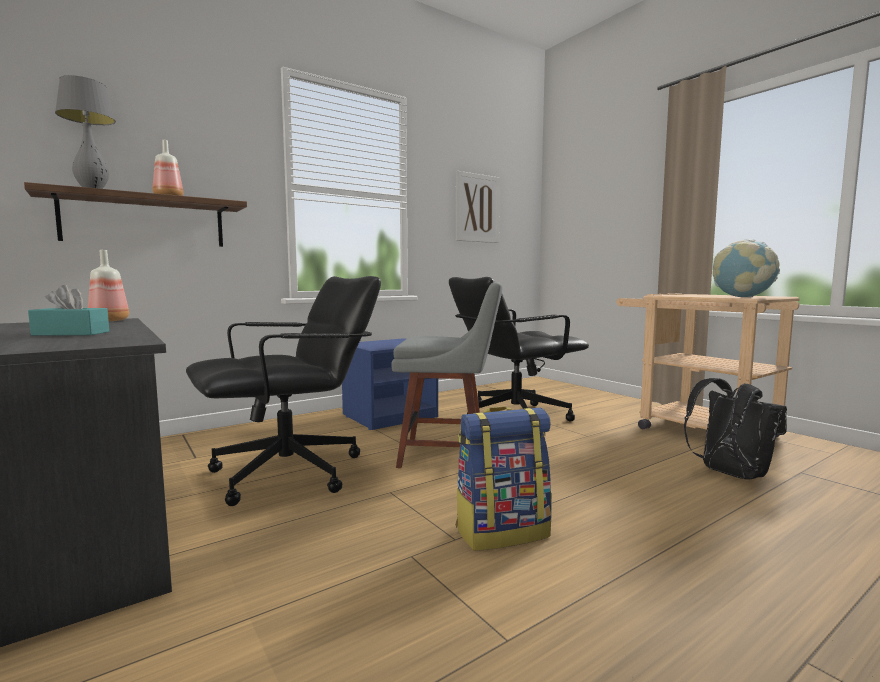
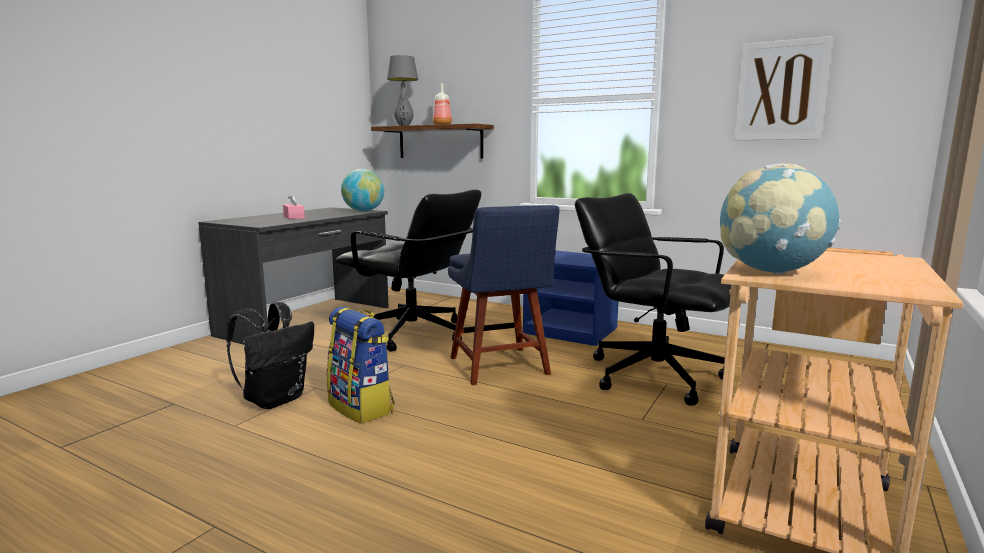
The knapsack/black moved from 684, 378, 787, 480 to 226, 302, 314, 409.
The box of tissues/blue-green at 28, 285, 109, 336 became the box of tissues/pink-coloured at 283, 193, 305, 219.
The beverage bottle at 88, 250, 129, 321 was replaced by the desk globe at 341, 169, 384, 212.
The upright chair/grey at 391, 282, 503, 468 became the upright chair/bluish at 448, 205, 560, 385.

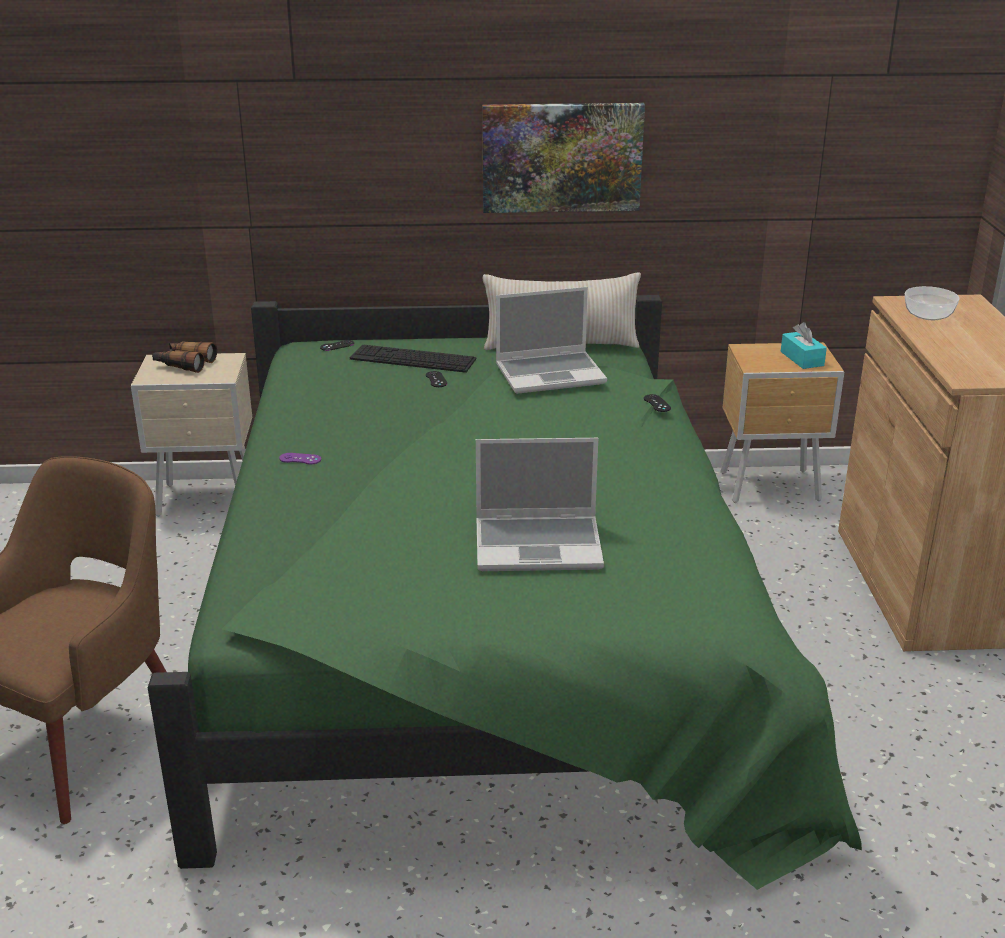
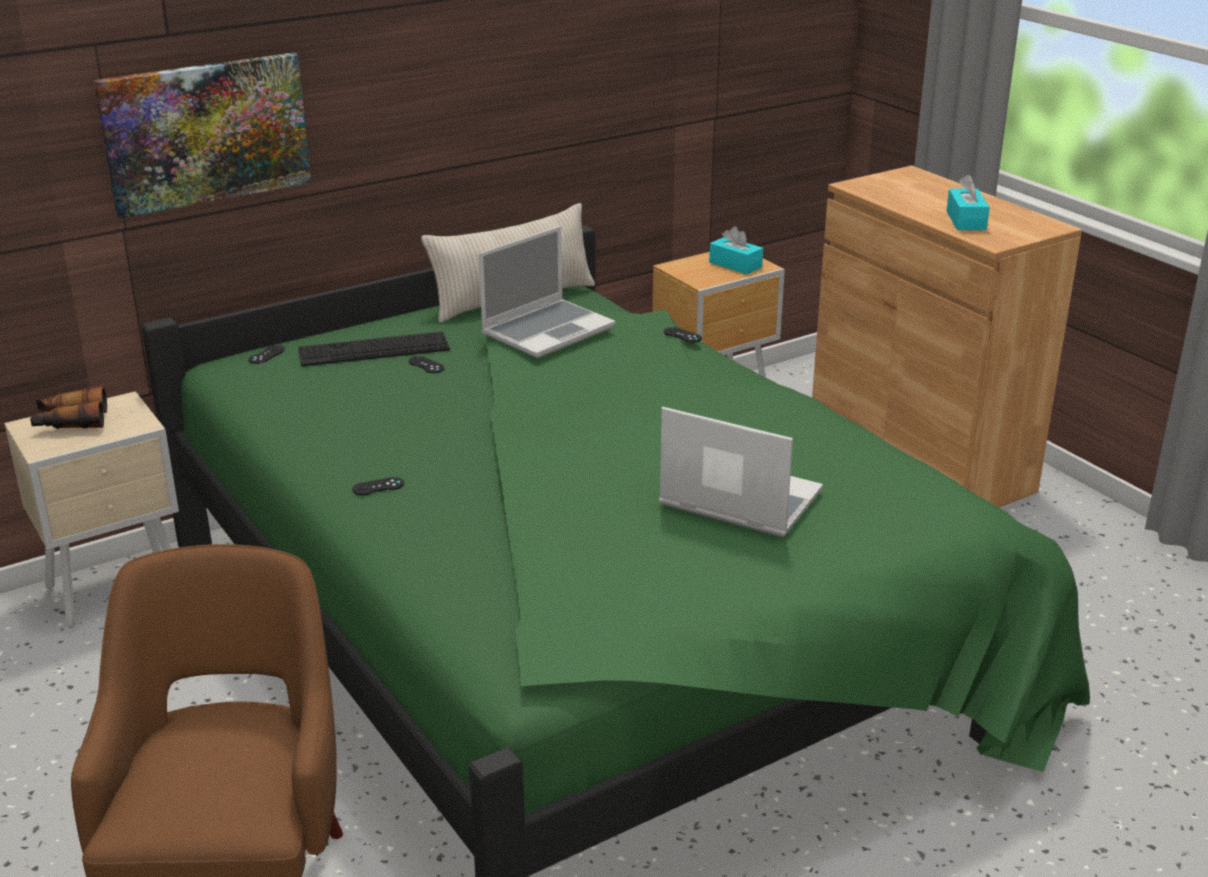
The picture moved from 482, 103, 645, 213 to 94, 52, 311, 218.
The joypad/purple-coloured at 279, 453, 321, 464 became the joypad/black at 352, 477, 404, 495.
The portable computer at 476, 438, 604, 571 turned 120 degrees counterclockwise.
The box of tissues/blue-green at 946, 174, 990, 230 appeared.
The serving bowl at 905, 286, 960, 320 disappeared.

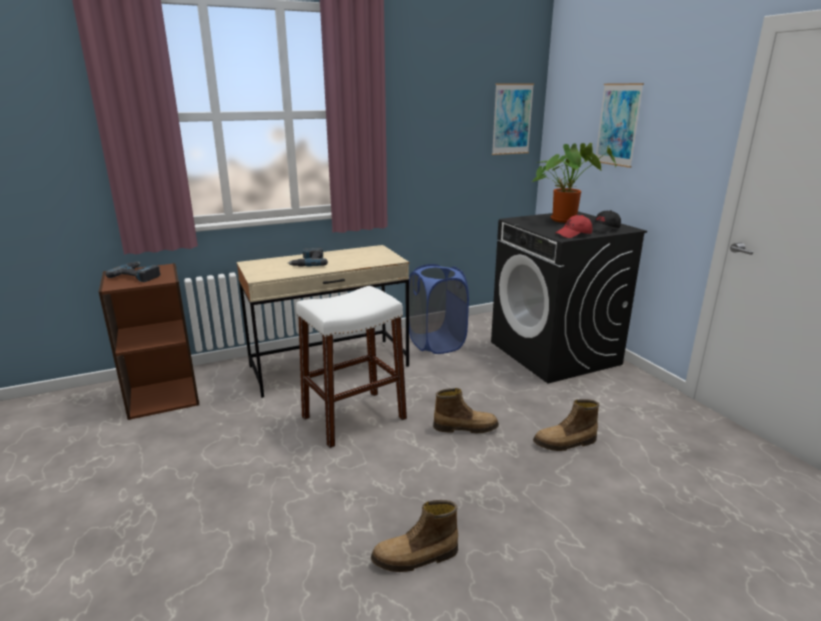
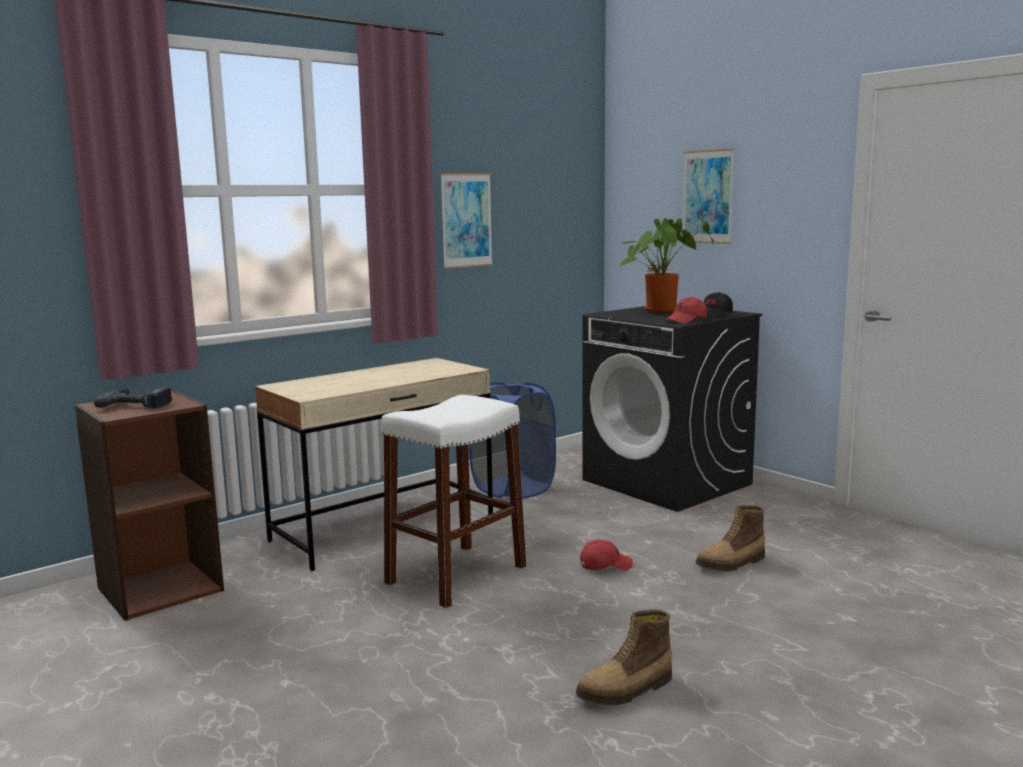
The picture moved from 492, 83, 534, 155 to 440, 173, 493, 269.
The boot at 433, 388, 499, 433 was replaced by the peaked cap/red-coloured at 580, 539, 633, 570.
The electric drill at 288, 248, 328, 267 disappeared.

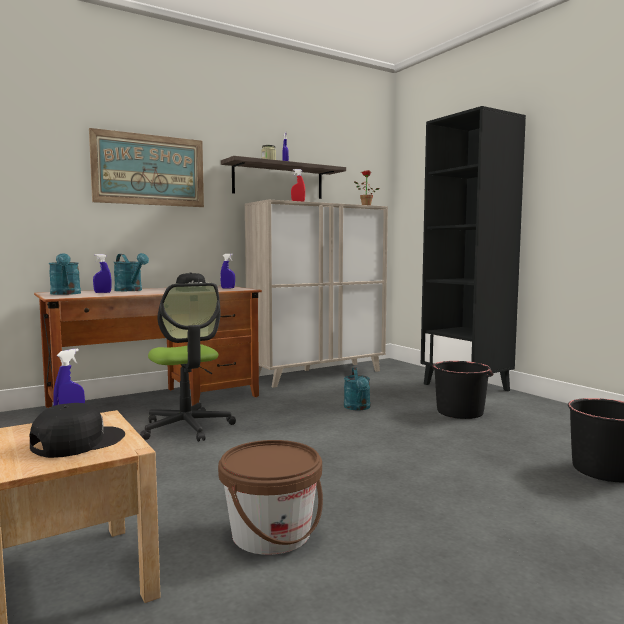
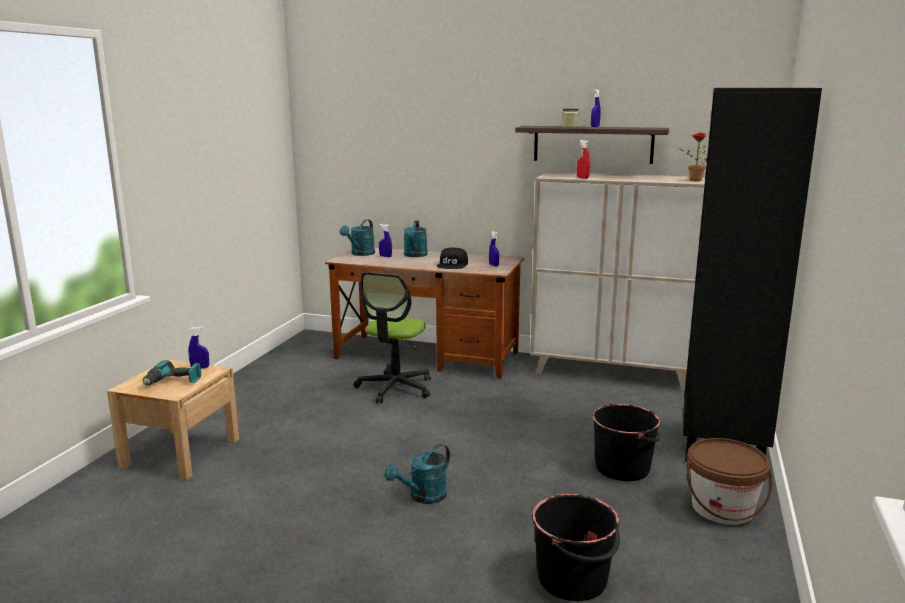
The peaked cap/black at 30, 403, 125, 458 was replaced by the electric drill at 143, 360, 201, 386.
The watering can/blue-green moved from 344, 367, 370, 411 to 385, 444, 450, 504.
The water bucket/brown moved from 218, 440, 323, 555 to 687, 438, 773, 525.
The picture at 89, 128, 204, 207 disappeared.

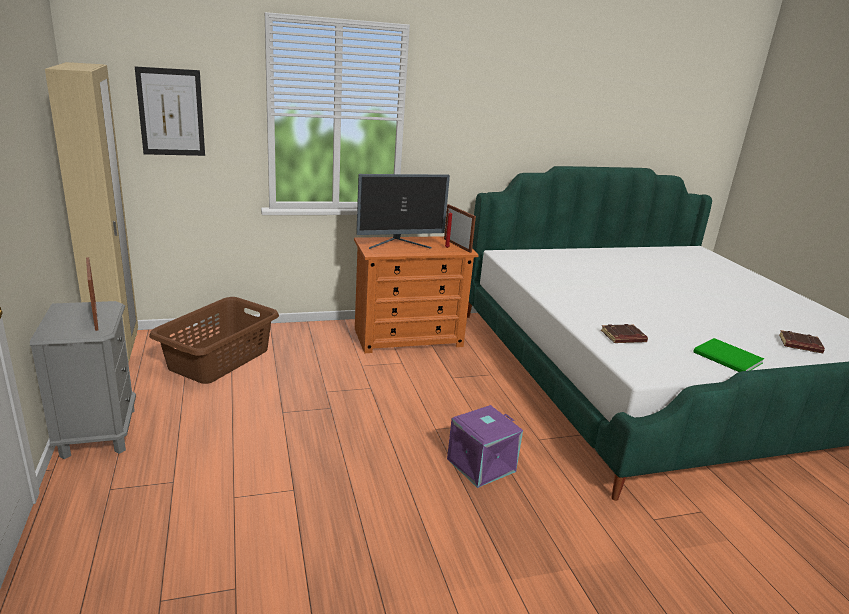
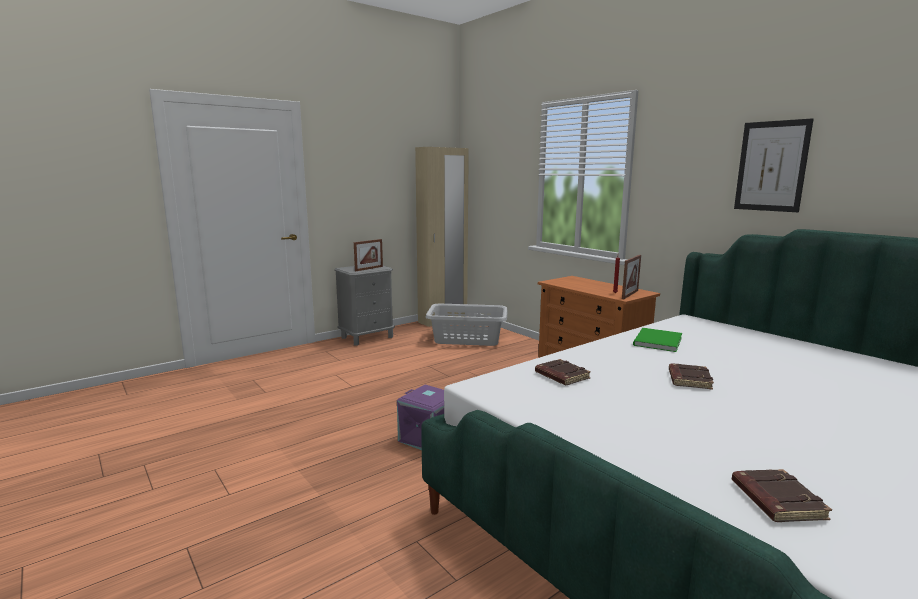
The hamper/brown at 149, 297, 279, 384 became the hamper/grey at 426, 304, 508, 346.
The bound book/greenish moved from 693, 338, 765, 372 to 633, 328, 682, 352.
The bound book/brown at 669, 363, 714, 390 appeared.
The picture moved from 135, 66, 205, 156 to 734, 118, 813, 212.
The computer screen at 356, 174, 450, 249 disappeared.

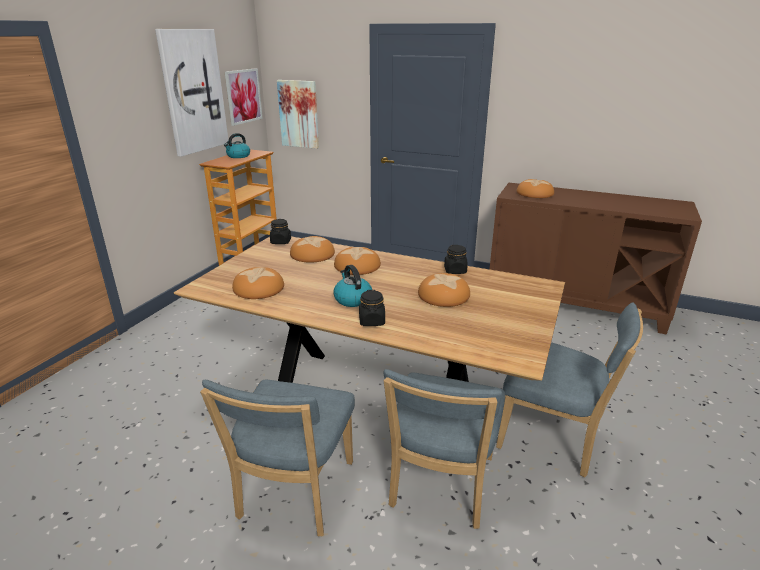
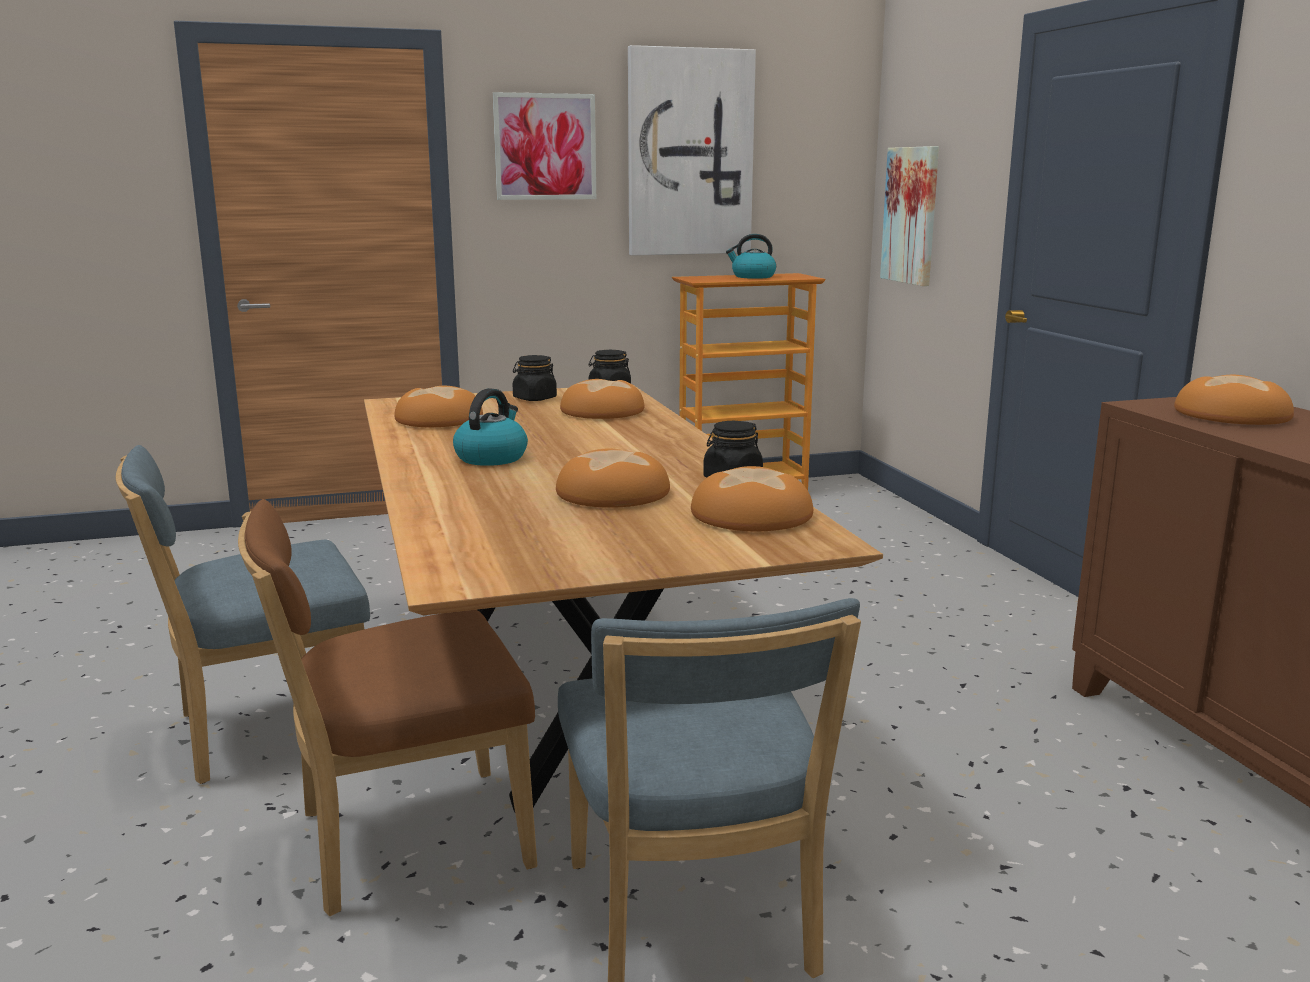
The upright chair/bluish at 383, 369, 505, 529 became the upright chair/brown at 238, 499, 537, 916.
The picture moved from 225, 68, 263, 126 to 492, 92, 596, 200.
The jar/black moved from 359, 290, 385, 326 to 513, 355, 557, 401.
The bread moved from 334, 247, 381, 275 to 691, 466, 813, 531.

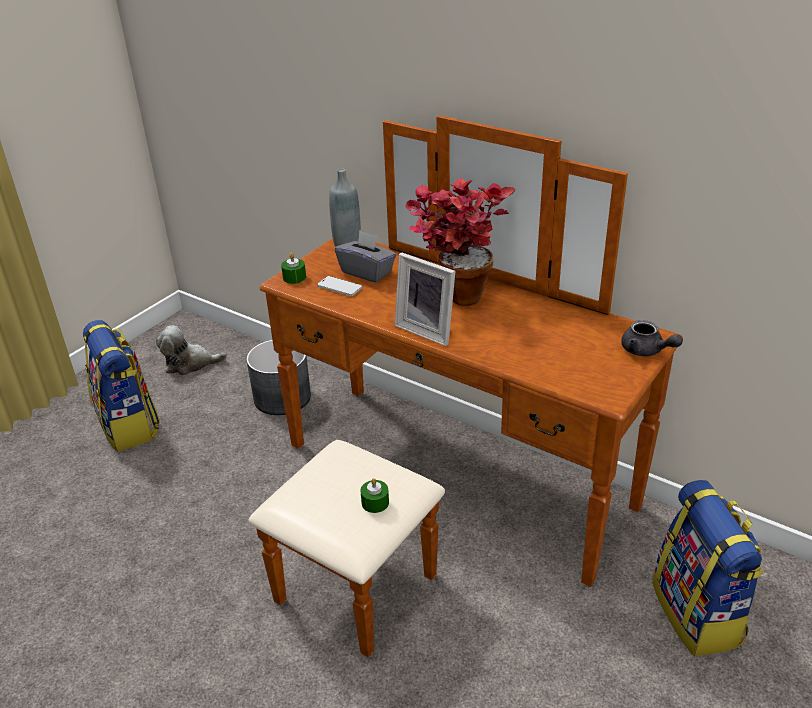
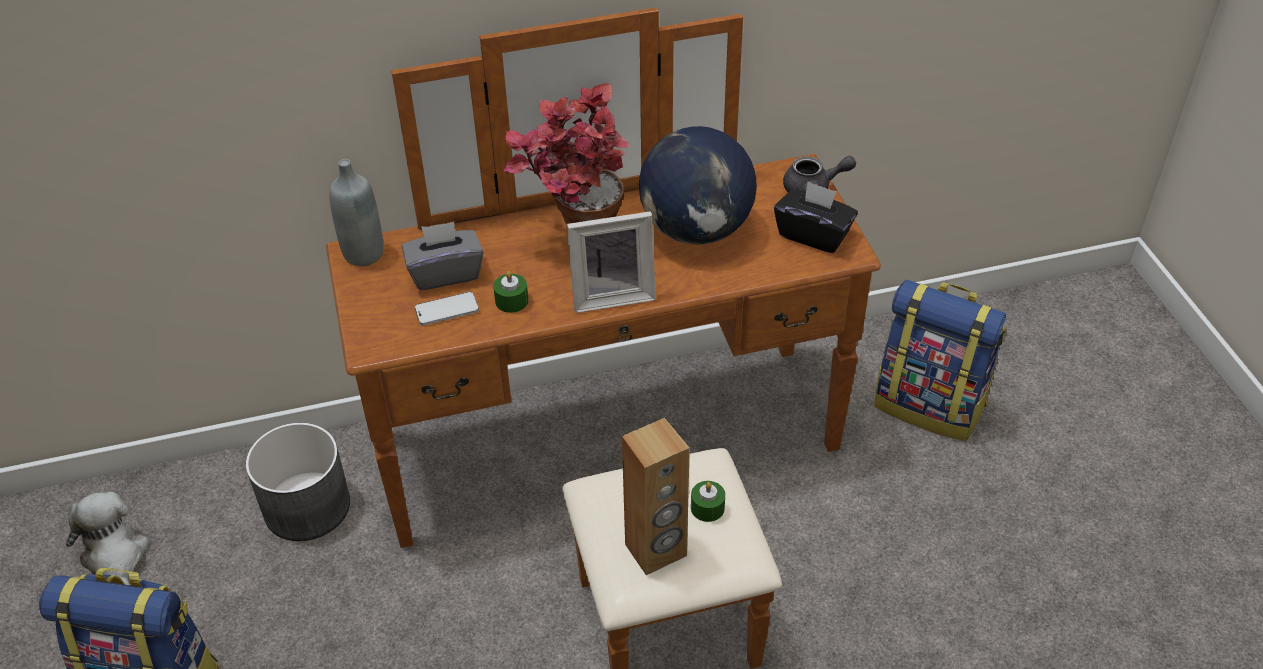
The cuddly toy at 156, 325, 227, 375 turned 120 degrees clockwise.
The wax candle/greenish moved from 281, 253, 306, 284 to 493, 271, 528, 313.
The loudspeaker/brown at 622, 418, 690, 575 appeared.
The desk globe at 639, 126, 757, 245 appeared.
The box of tissues/black at 774, 181, 858, 253 appeared.

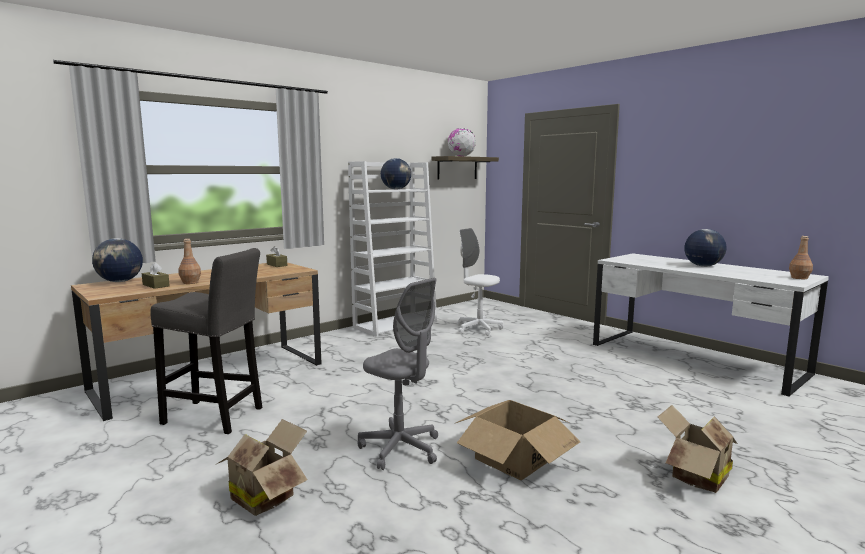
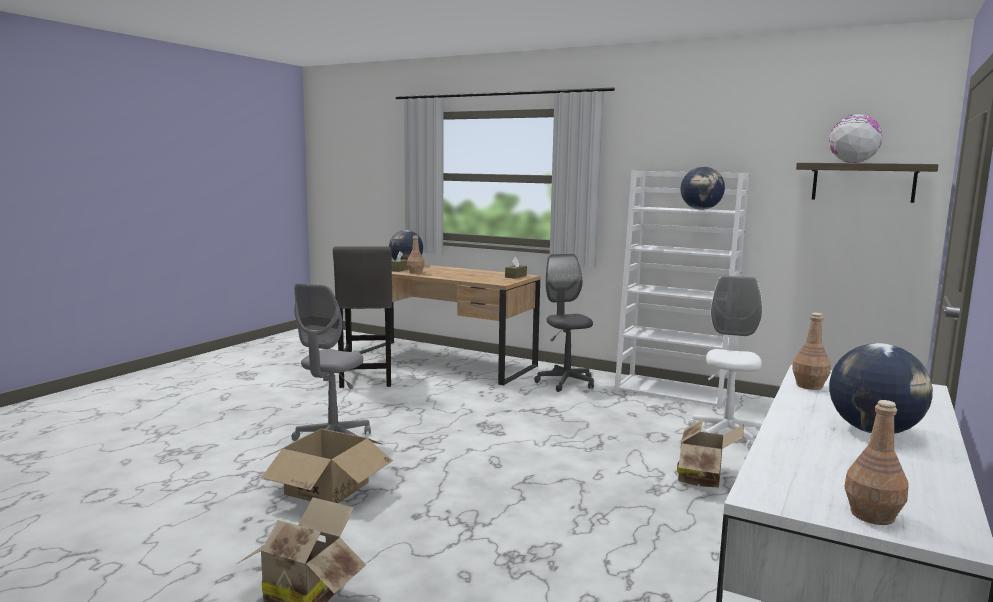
The computer chair/grey at 534, 254, 594, 392 appeared.
The carton moved from 215, 419, 308, 516 to 677, 419, 744, 487.
The beverage bottle/brown at 792, 313, 831, 390 appeared.

